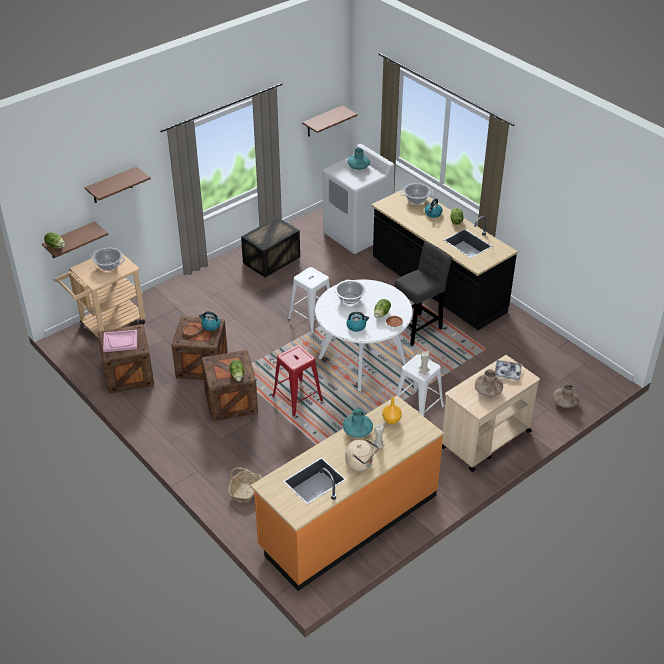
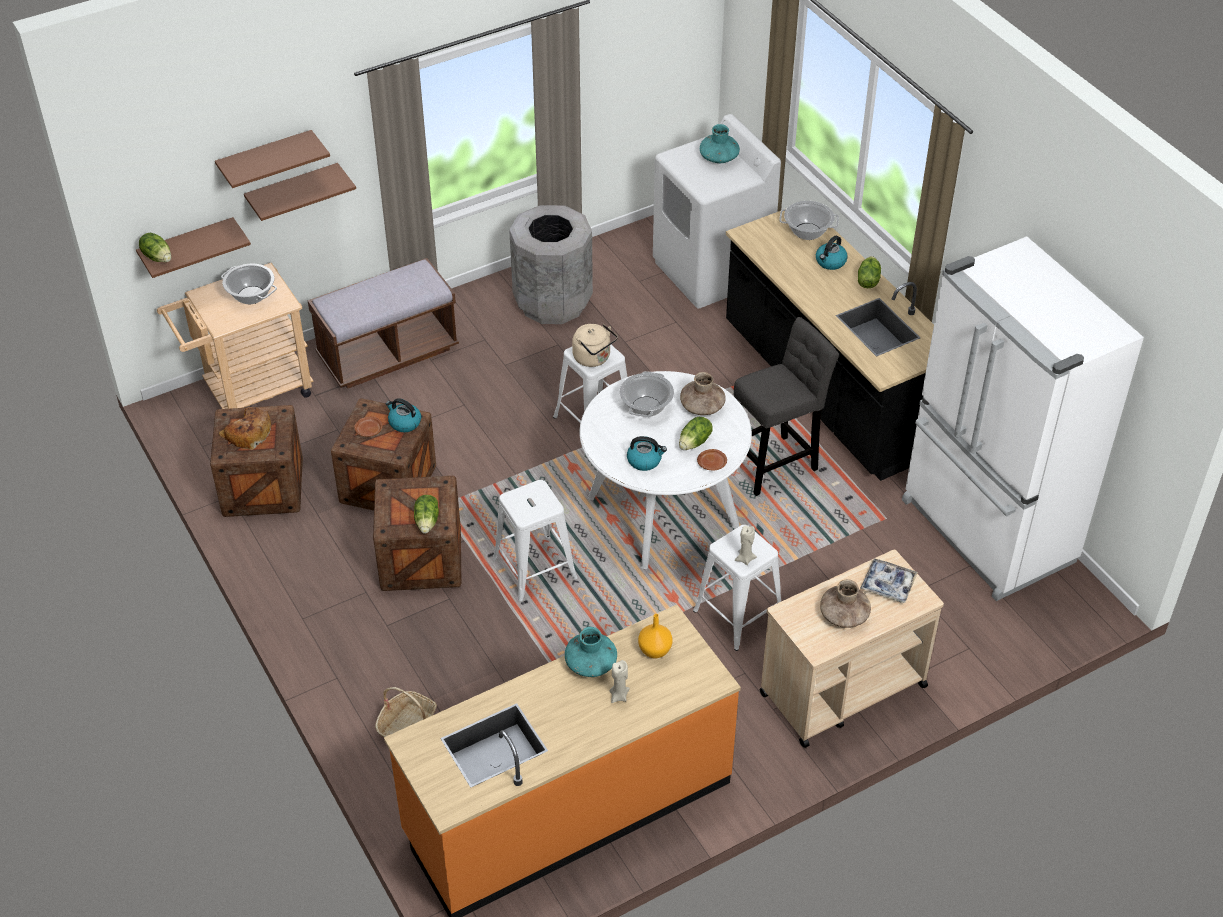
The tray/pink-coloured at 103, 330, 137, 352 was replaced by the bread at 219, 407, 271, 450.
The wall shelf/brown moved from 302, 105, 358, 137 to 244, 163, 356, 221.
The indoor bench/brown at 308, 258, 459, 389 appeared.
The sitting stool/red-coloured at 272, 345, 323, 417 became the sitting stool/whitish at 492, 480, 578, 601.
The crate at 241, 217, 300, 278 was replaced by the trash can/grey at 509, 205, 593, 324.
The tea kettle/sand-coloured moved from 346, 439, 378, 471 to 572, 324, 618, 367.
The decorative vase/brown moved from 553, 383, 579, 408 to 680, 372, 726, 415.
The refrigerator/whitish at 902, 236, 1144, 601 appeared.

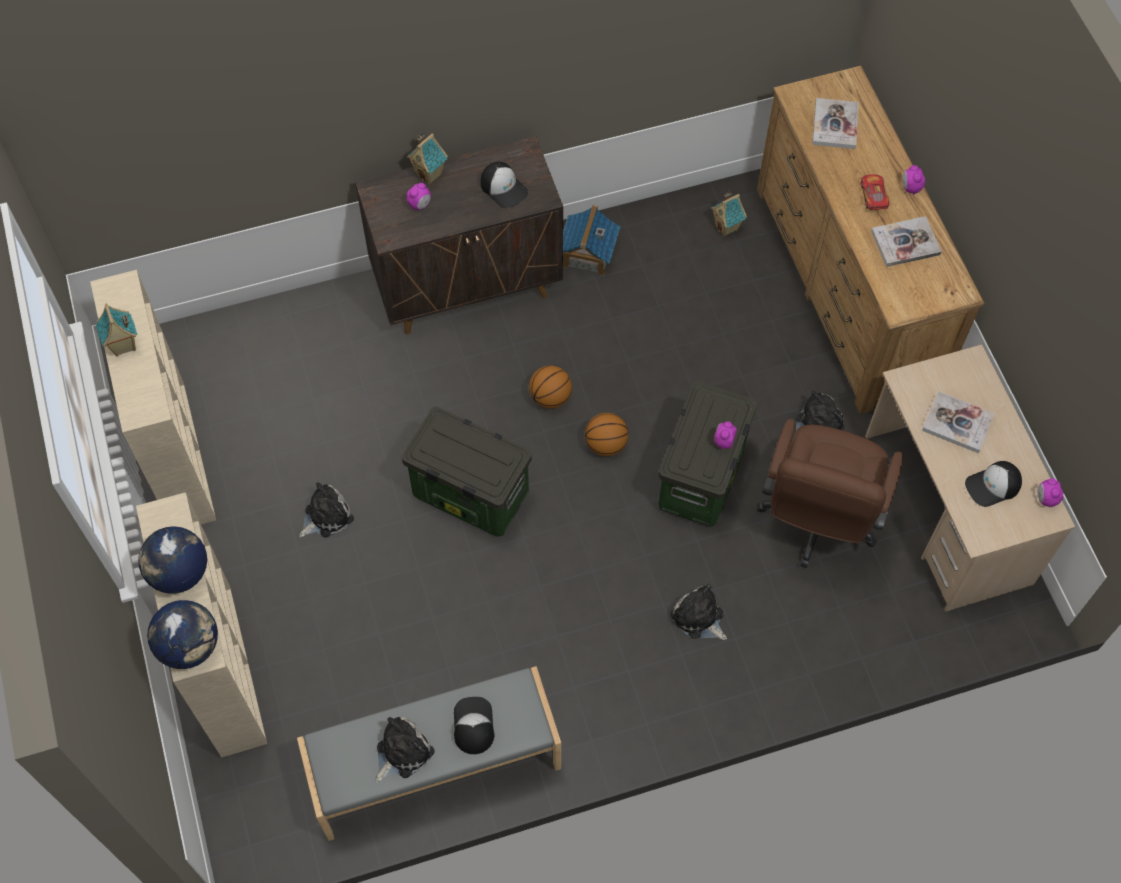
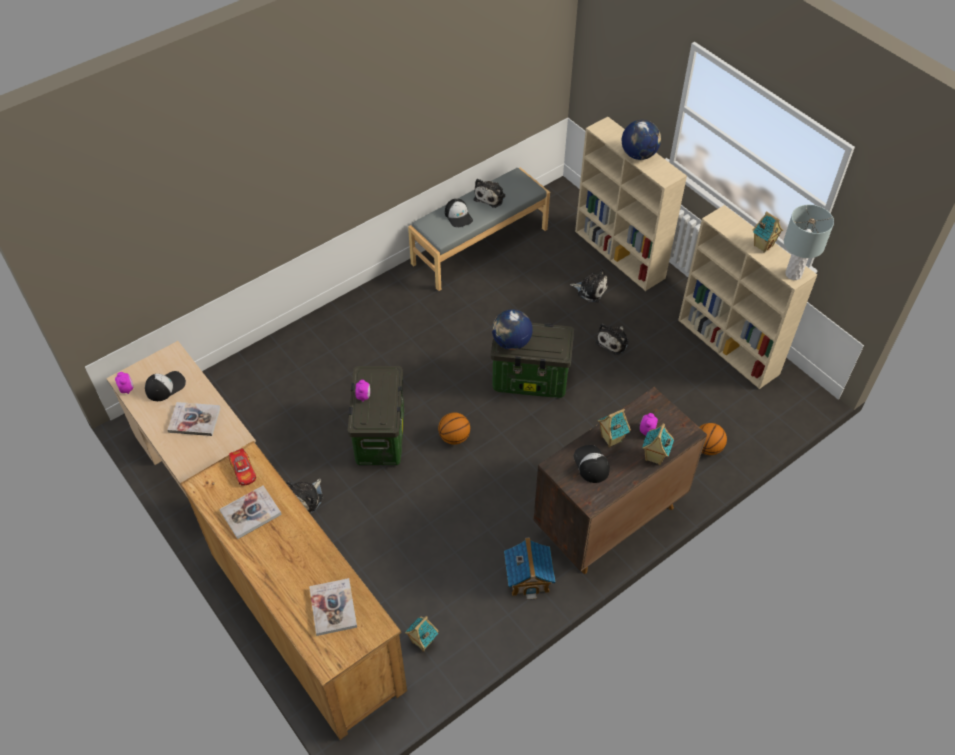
The toy car moved from 861, 174, 889, 210 to 229, 448, 256, 486.
The desk globe moved from 147, 600, 218, 669 to 492, 309, 533, 350.
The cuddly toy moved from 670, 584, 727, 640 to 570, 269, 608, 302.
The peaked cap at 480, 162, 528, 208 turned 45 degrees clockwise.
The model house at 598, 409, 631, 447 appeared.
The basketball moved from 529, 366, 572, 408 to 699, 423, 727, 455.
The lamp for a table/grey at 784, 205, 834, 280 appeared.
The computer chair/brown at 757, 419, 903, 568 disappeared.
The alarm clock at 902, 165, 925, 195 disappeared.

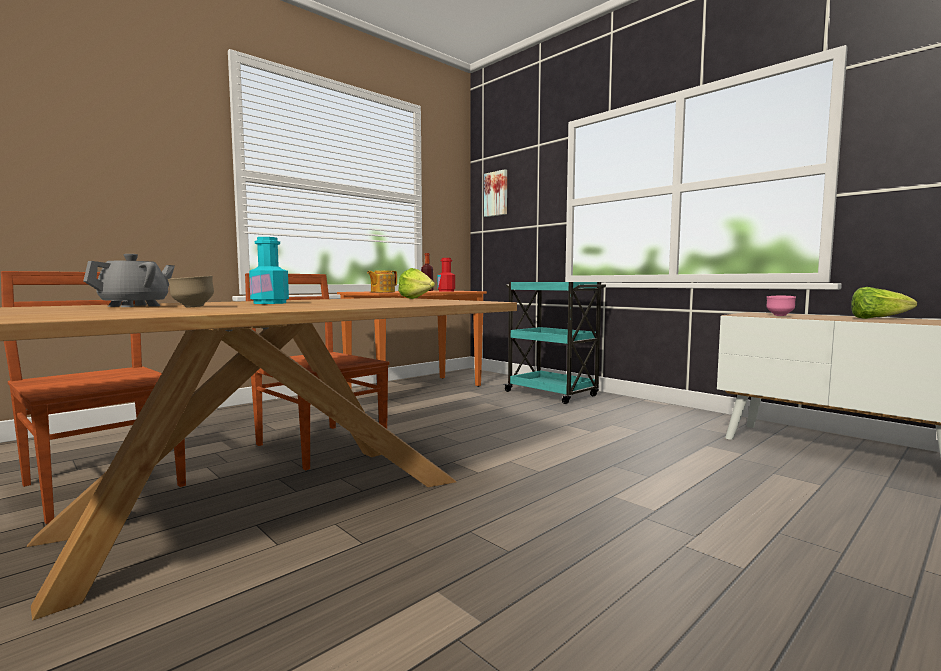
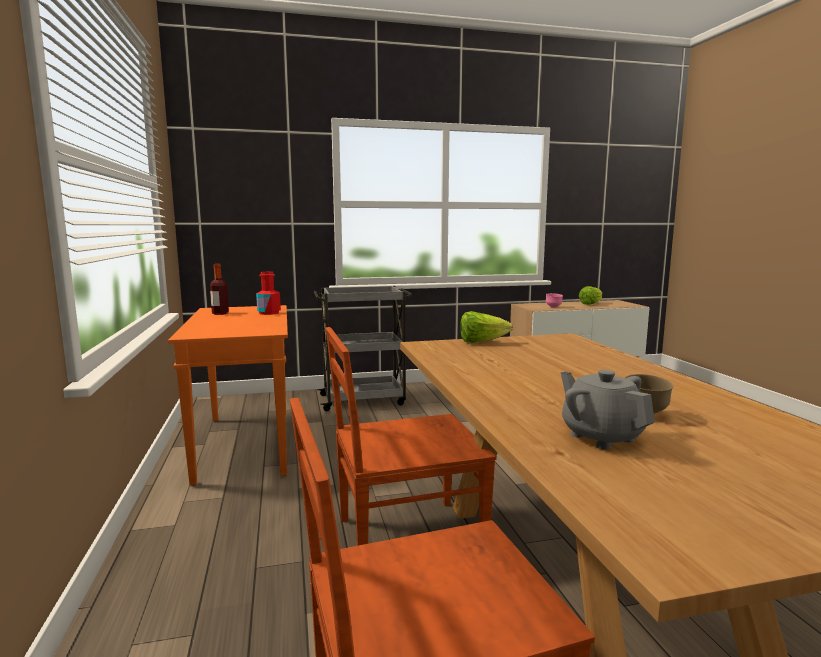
The cart/blue-green at 503, 282, 606, 404 became the cart/grey at 314, 286, 412, 411.
The beverage bottle/blue-green at 249, 237, 289, 304 disappeared.
The pot for tea at 367, 270, 397, 292 disappeared.
The picture at 484, 169, 507, 217 disappeared.

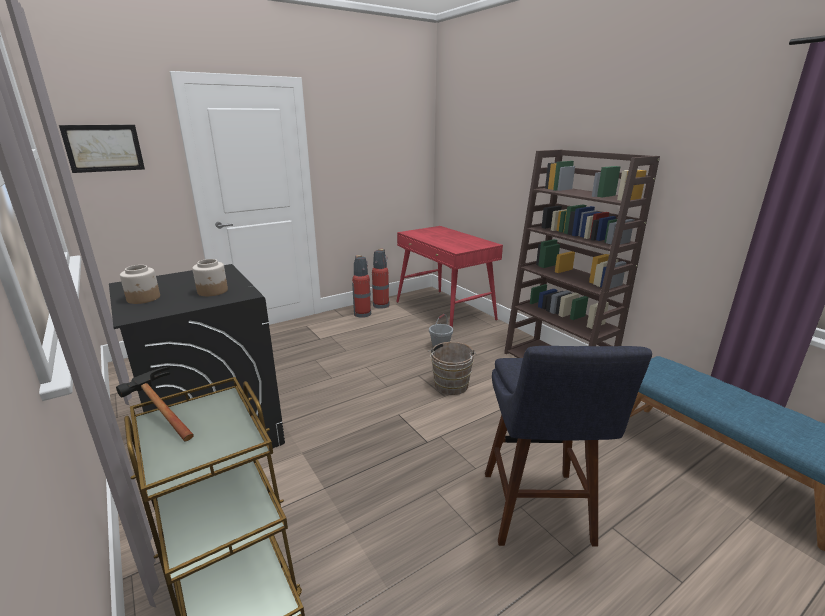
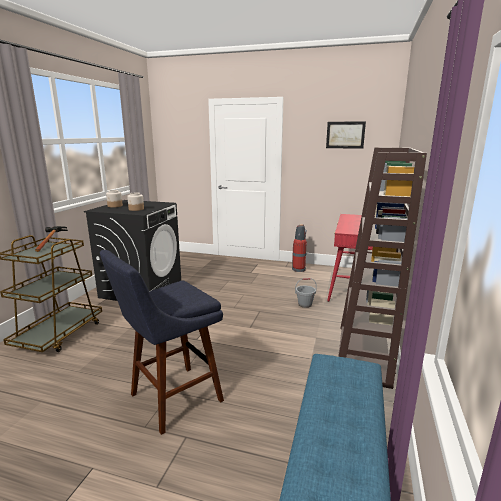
The picture moved from 59, 125, 145, 173 to 326, 121, 366, 149.
The fire-fighting cylinder at 372, 249, 389, 309 disappeared.
The water bucket/brown at 428, 342, 476, 395 disappeared.

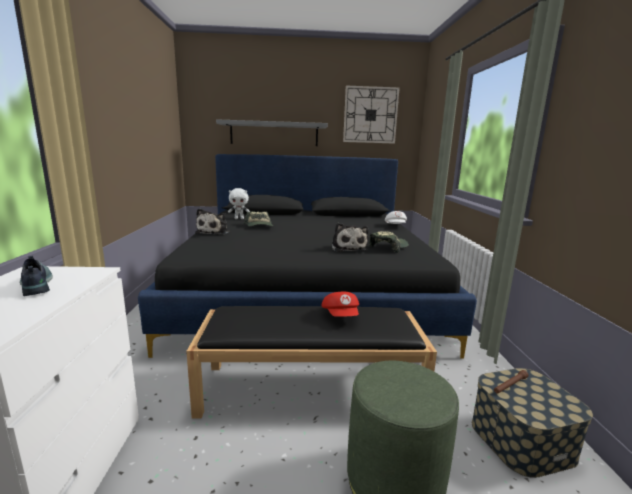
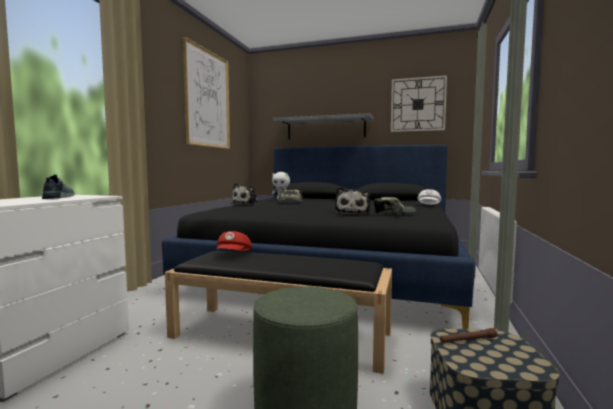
The picture at 183, 37, 230, 149 appeared.
The peaked cap/red-coloured moved from 321, 292, 359, 317 to 216, 231, 252, 251.

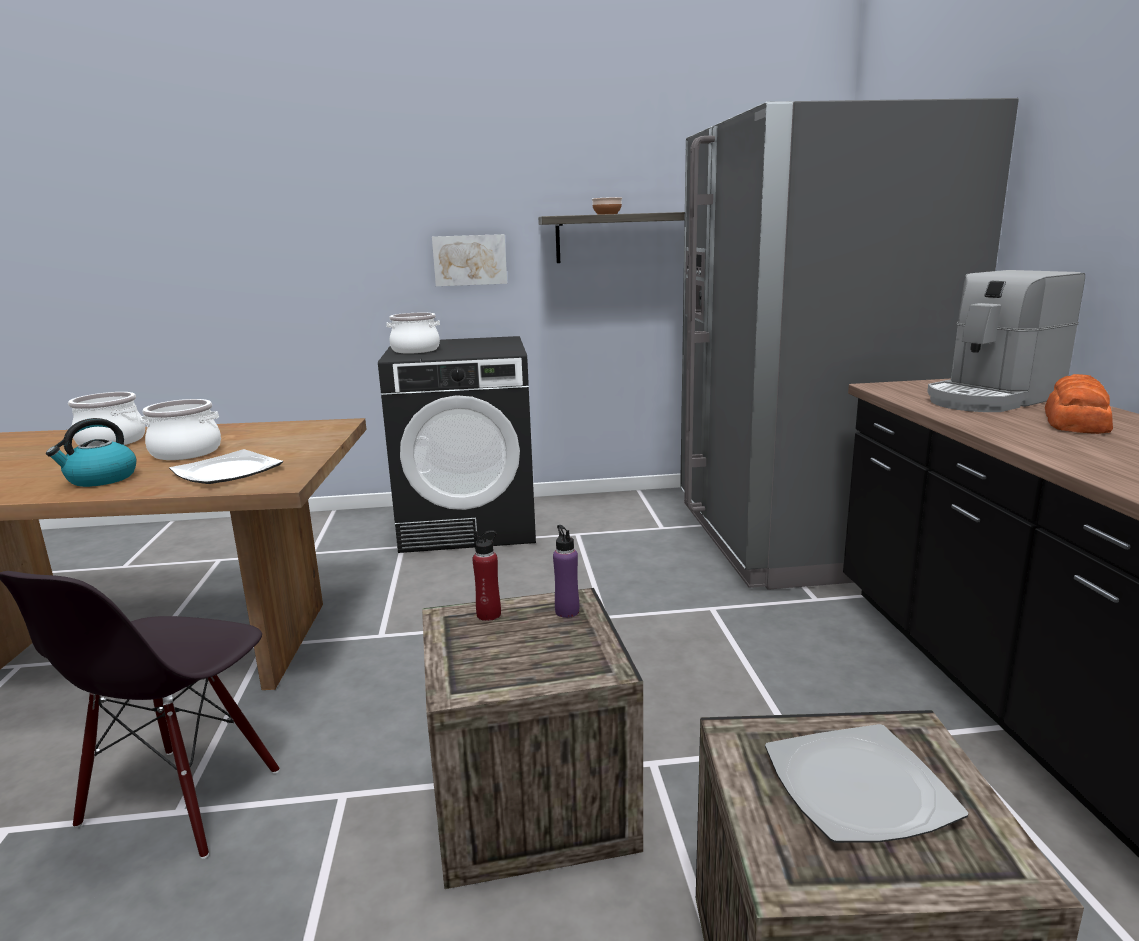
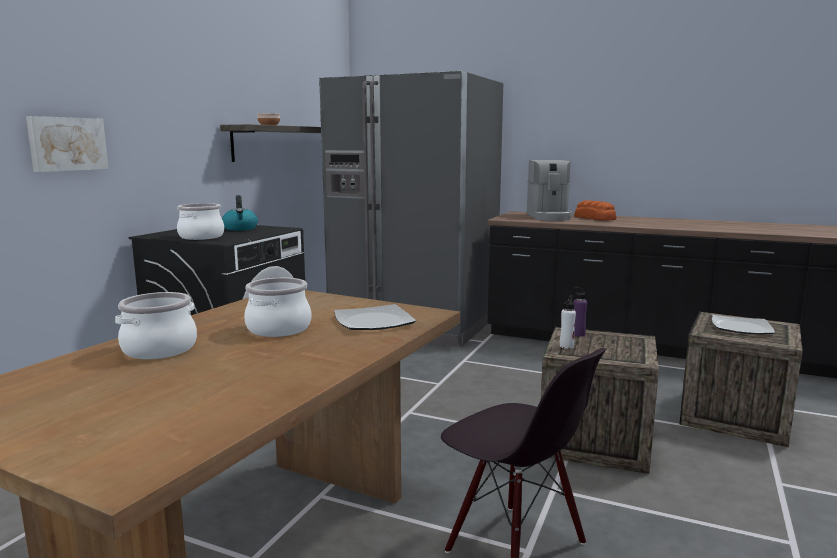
The picture moved from 432, 234, 507, 286 to 26, 116, 109, 172.
The tea kettle moved from 46, 418, 137, 487 to 222, 195, 258, 231.
The beverage bottle/red-coloured at 472, 530, 501, 621 became the beverage bottle/whitish at 560, 295, 576, 349.

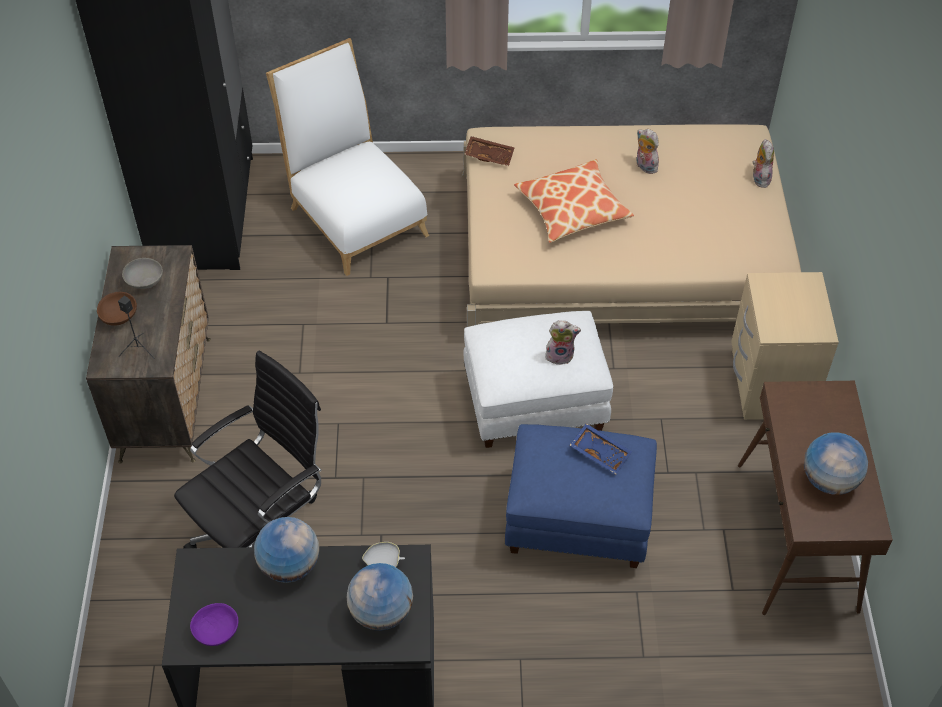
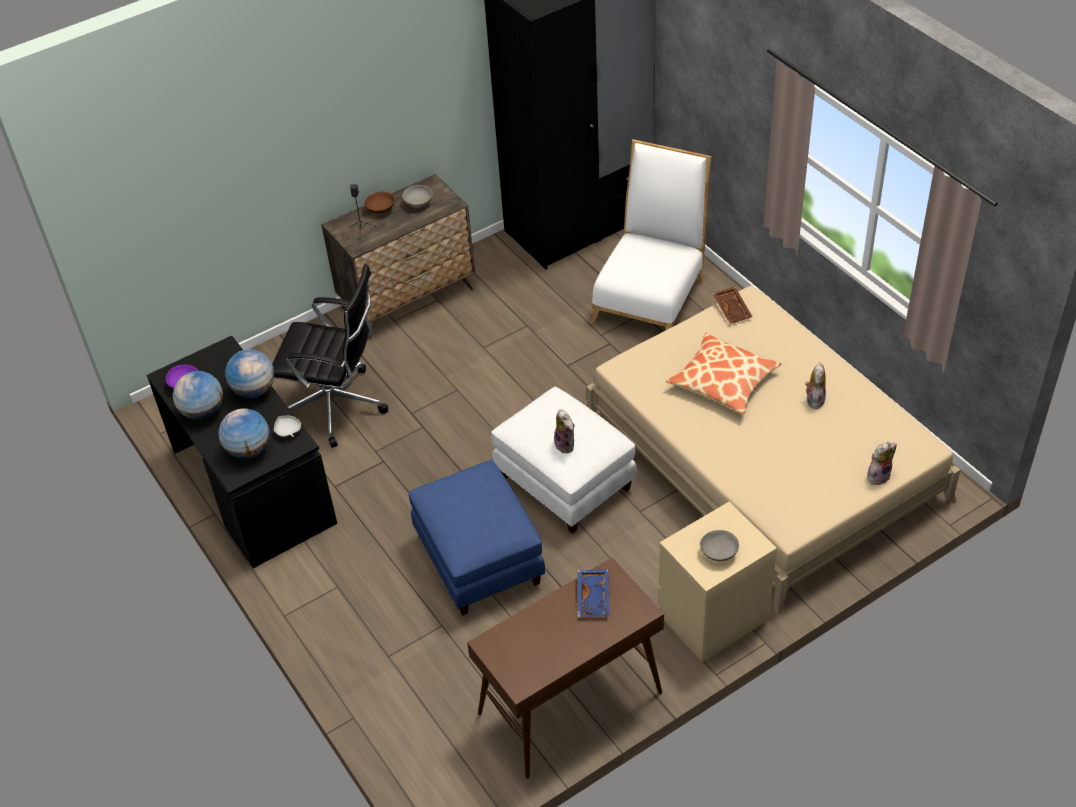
The desk globe moved from 804, 432, 868, 495 to 173, 371, 223, 420.
The tray/bluish moved from 570, 423, 632, 474 to 578, 570, 609, 617.
The serving bowl/grey at 700, 530, 739, 562 appeared.

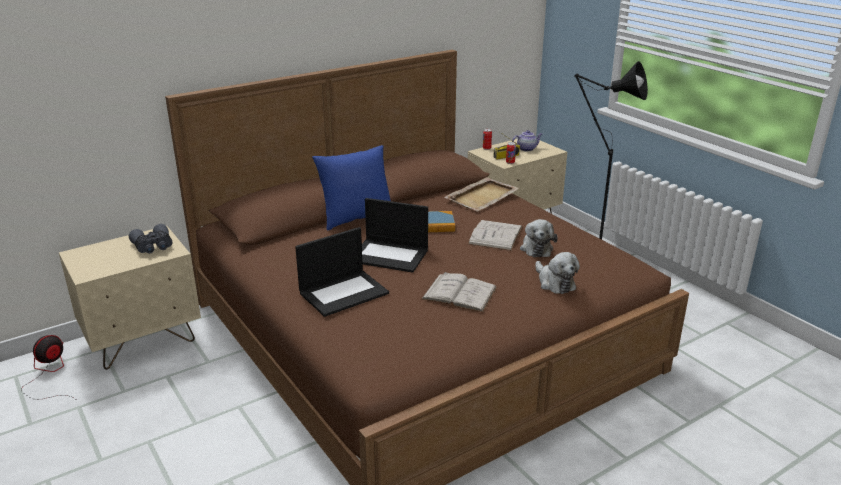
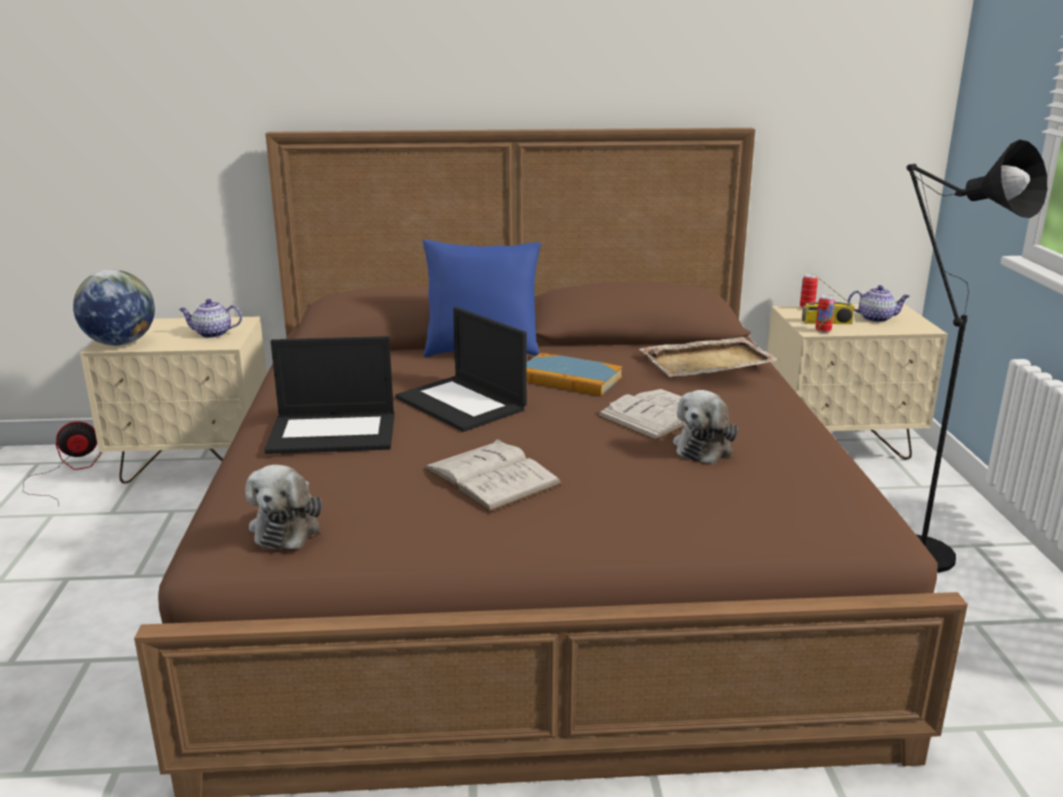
The desk globe at 73, 270, 155, 346 appeared.
The binoculars/grey at 129, 224, 173, 253 was replaced by the pot for tea at 179, 299, 242, 338.
The cuddly toy moved from 535, 252, 580, 294 to 246, 465, 322, 549.

